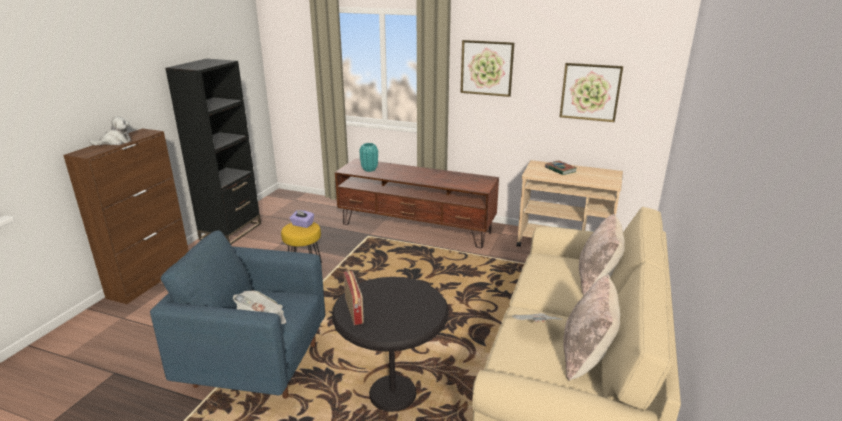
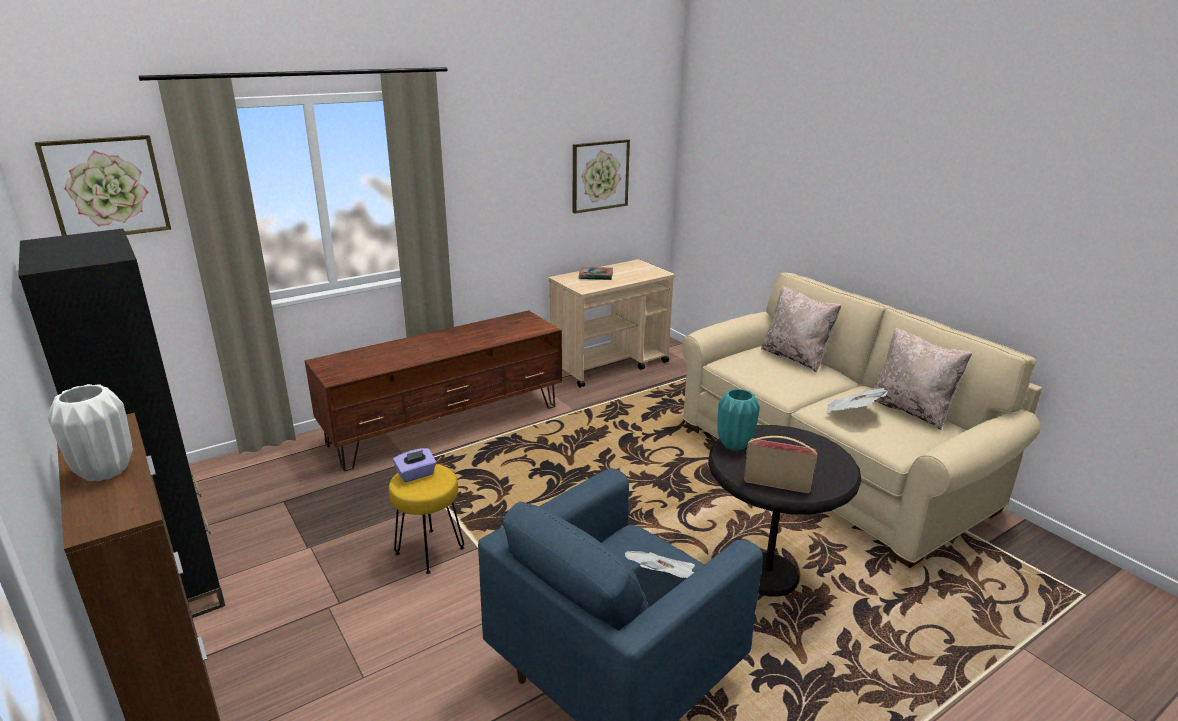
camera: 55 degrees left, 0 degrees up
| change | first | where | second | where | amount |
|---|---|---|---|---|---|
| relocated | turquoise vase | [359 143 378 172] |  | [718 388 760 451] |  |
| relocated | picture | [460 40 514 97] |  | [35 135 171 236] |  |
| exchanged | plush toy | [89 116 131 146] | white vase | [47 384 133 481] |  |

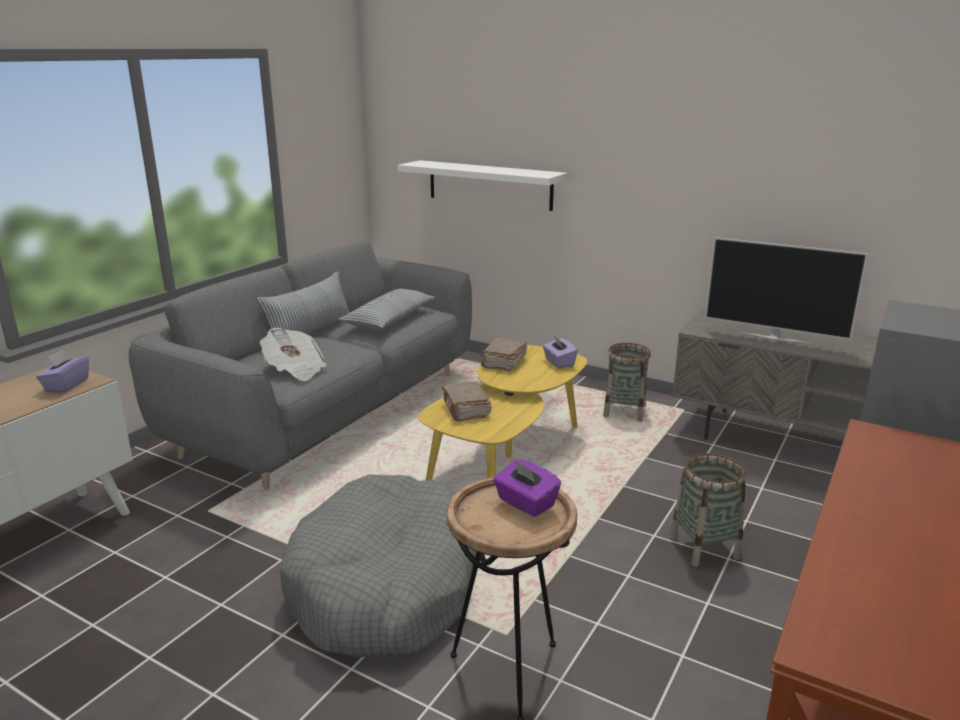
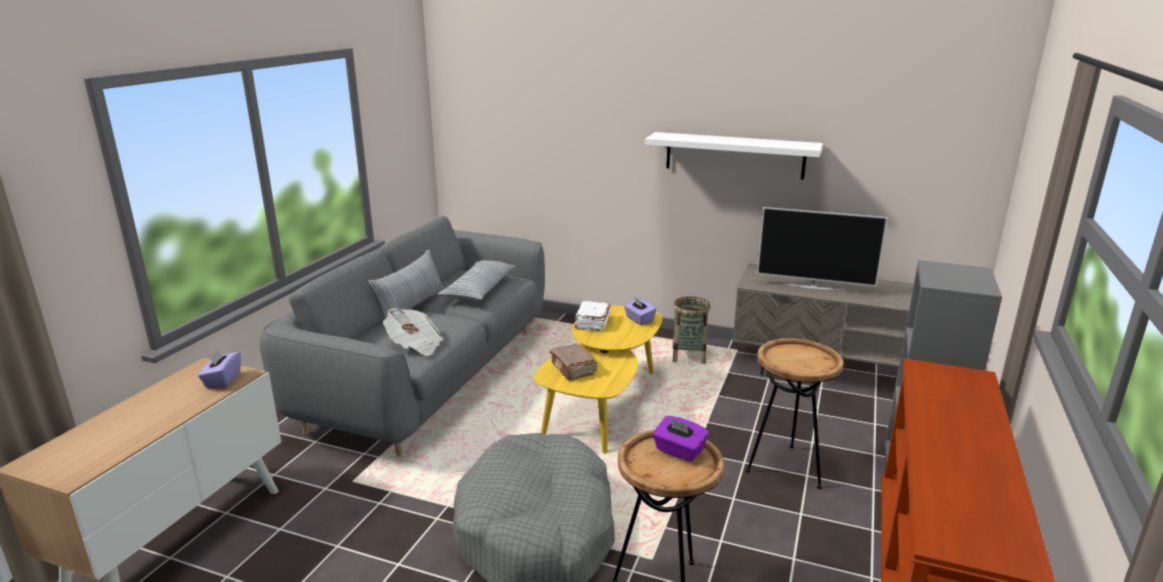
camera: 10 degrees left, 0 degrees up
| change | first | where | second | where | amount |
|---|---|---|---|---|---|
| relocated | white shelf | [398 160 567 211] |  | [645 132 823 180] |  |
| exchanged | basket | [670 453 746 567] | brown side table | [746 338 844 489] |  |
| colour | brown book | [481 337 528 372] | white book | [575 301 611 331] |  |

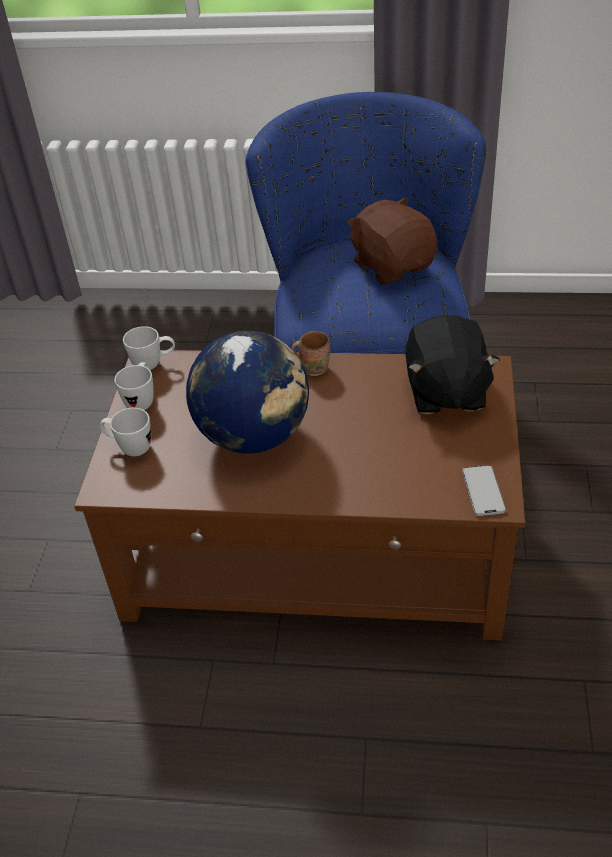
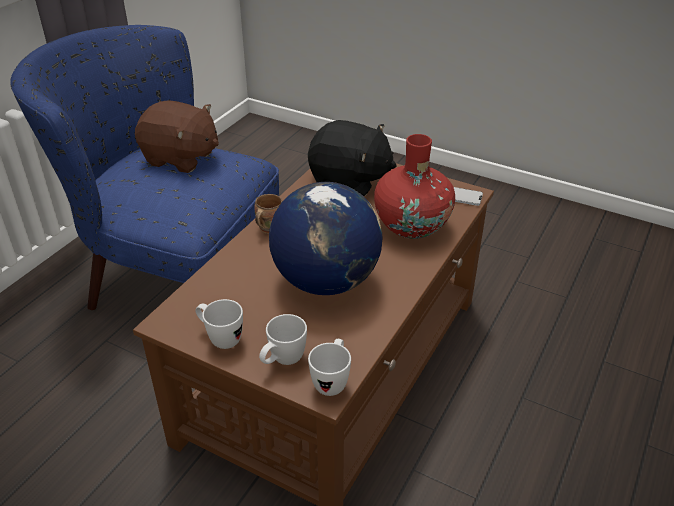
camera: 70 degrees left, 5 degrees down
| change | first | where | second | where | amount |
|---|---|---|---|---|---|
| appeared |  |  | red vase | [374 134 455 239] |  |
| relocated | white mug | [123 326 175 370] |  | [308 339 351 396] |  |
| spun | brown plush toy | [347 197 438 285] |  | [135 100 219 173] | 150 degrees counterclockwise |

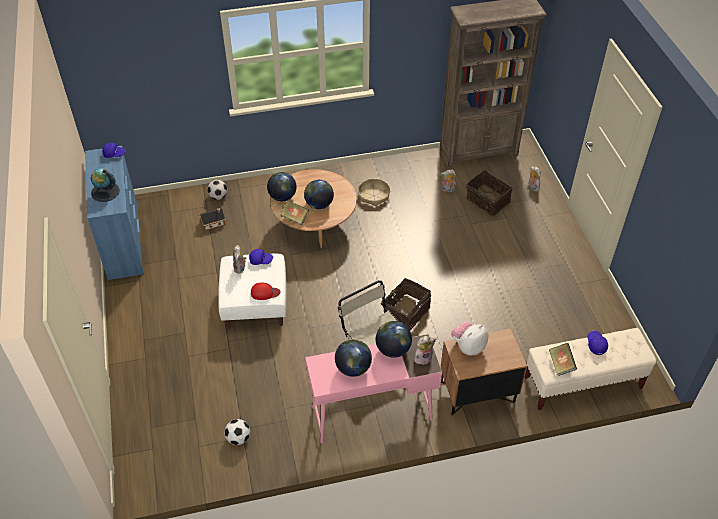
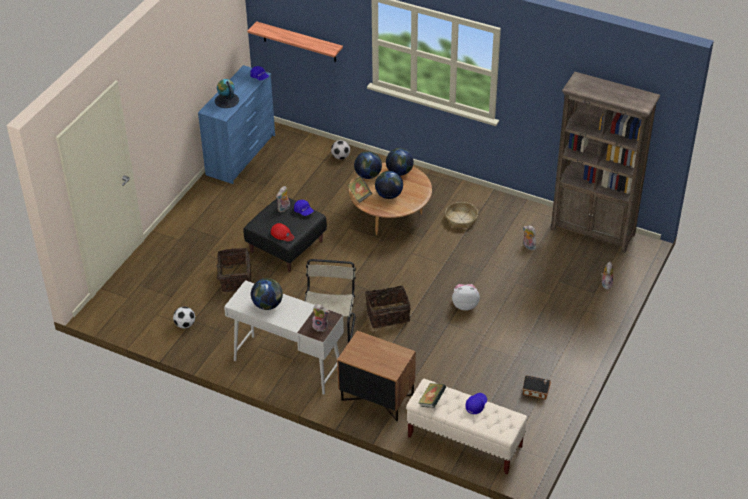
camera: 40 degrees right, 5 degrees down
| change | first | where | second | where | amount |
|---|---|---|---|---|---|
| appeared |  |  | shelf | [247 21 343 62] |  |
| relocated | toy house | [199 208 225 231] |  | [523 375 551 399] |  |
| relocated | globe | [376 321 412 358] |  | [386 148 414 176] |  |
| relocated | plush toy | [451 321 488 355] |  | [452 284 480 311] |  |
| relocated | basket | [466 170 512 216] |  | [210 248 252 292] |  |
| colour | white ottoman | [218 254 287 329] | black ottoman | [243 198 327 272] |  |
| colour | pink desk | [305 334 442 443] | white desk | [224 280 344 395] |  |

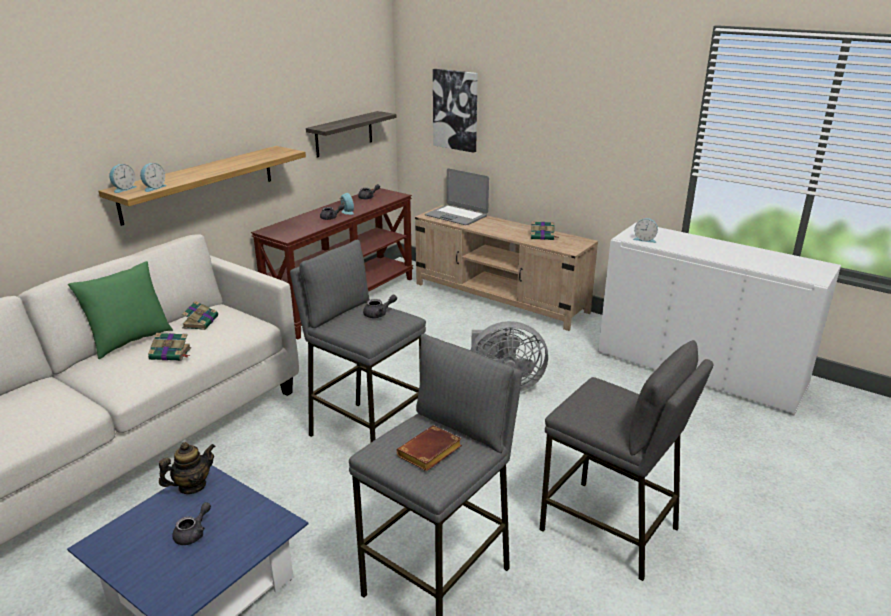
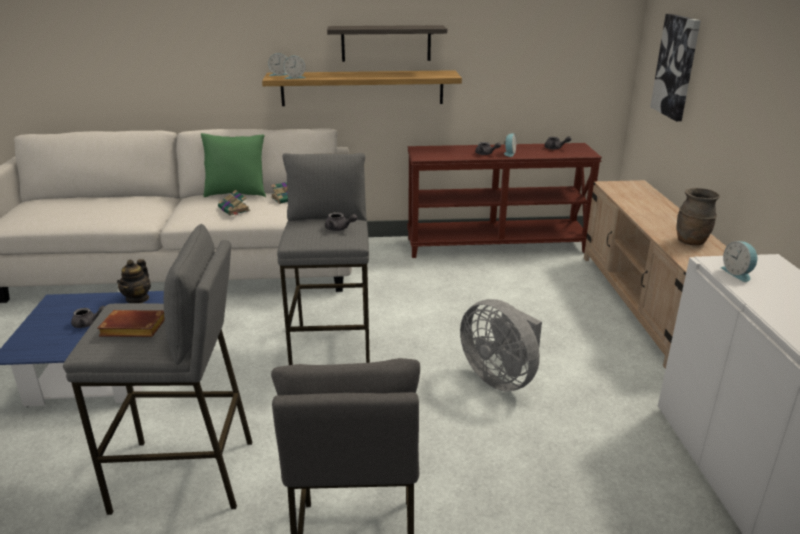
camera: 50 degrees right, 0 degrees up
| change | first | where | second | where | amount |
|---|---|---|---|---|---|
| missing | laptop | [425 168 489 225] |  |  |  |
| relocated | shelf | [306 111 396 158] |  | [327 25 447 62] |  |
| exchanged | book | [531 221 558 240] | brown vase | [676 188 720 245] |  |
| spun | teapot | [159 442 216 494] |  | [117 259 151 303] | 90 degrees clockwise |

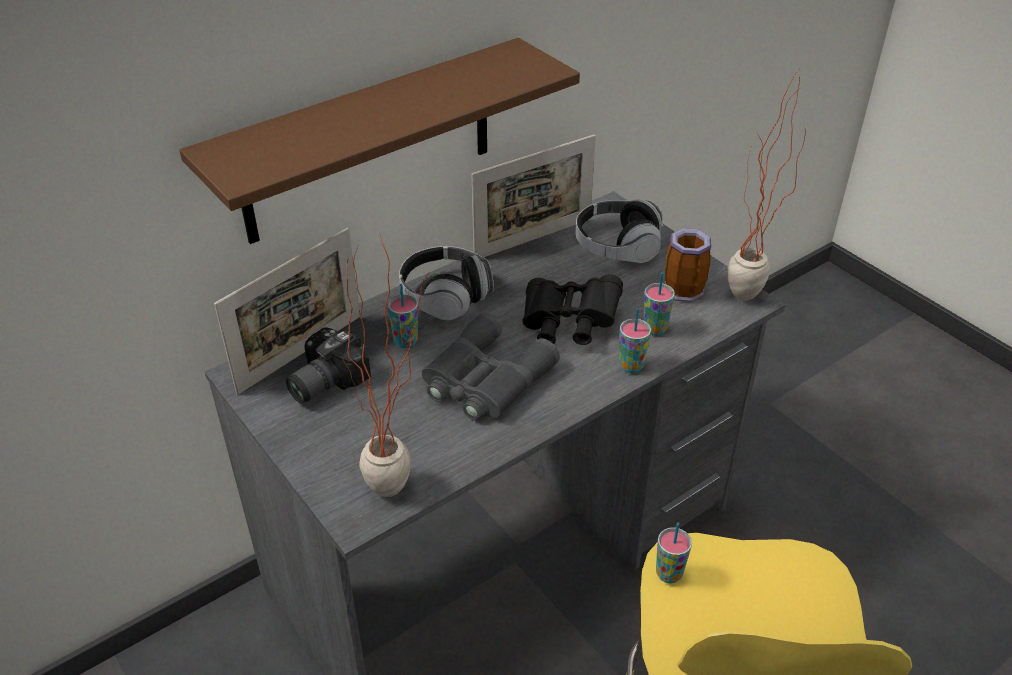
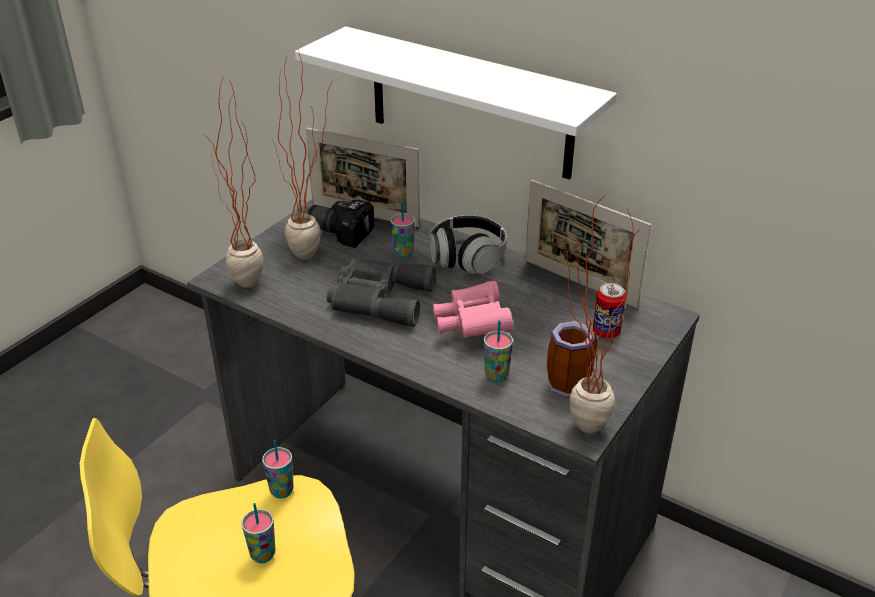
camera: 70 degrees right, 5 degrees down
| change | first | where | second | where | amount |
|---|---|---|---|---|---|
| appeared |  |  | potted plant | [271 47 333 260] |  |
| relocated | cup | [619 308 651 373] |  | [241 503 275 563] |  |
| exchanged | headphones | [575 199 664 263] | can | [593 283 625 339] |  |
| colour | brown shelf | [179 38 580 244] | white shelf | [295 26 617 180] |  |
| colour | black binoculars | [522 274 623 345] | pink binoculars | [432 281 513 338] |  |

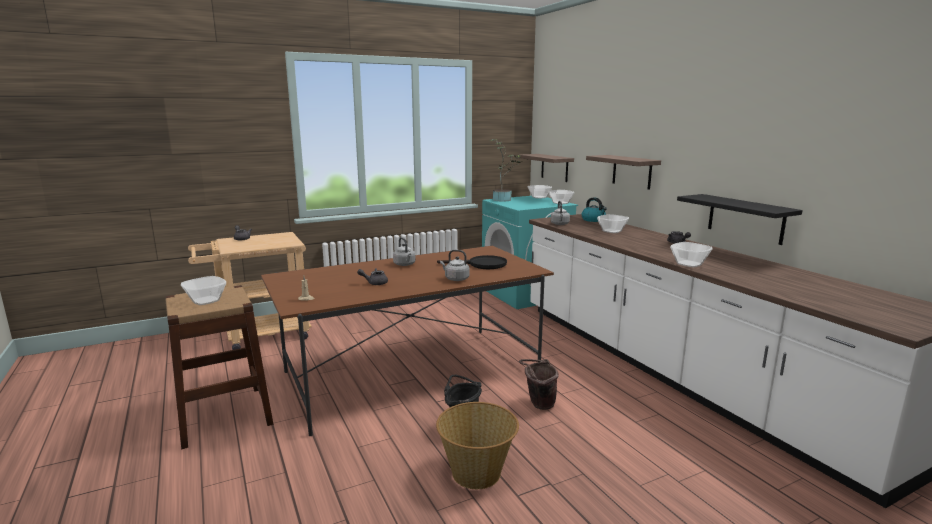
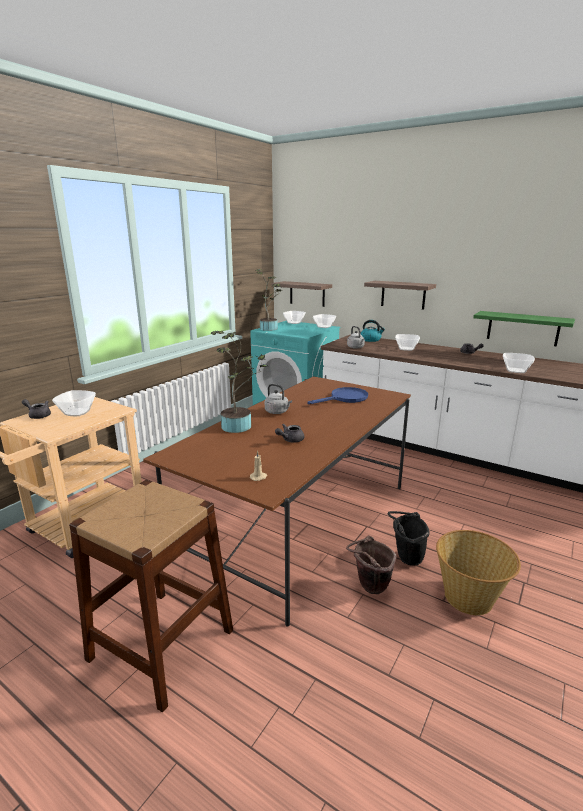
camera: 30 degrees left, 5 degrees up
| change | first | where | second | where | amount |
|---|---|---|---|---|---|
| missing | grey kettle | [440 250 469 281] |  |  |  |
| appeared |  |  | potted plant | [211 331 267 433] |  |
| relocated | bowl | [181 276 226 305] |  | [52 390 96 416] |  |
| relocated | brown bucket | [519 359 559 410] |  | [346 535 397 594] |  |
| colour | black frying pan | [437 255 507 269] | blue frying pan | [307 387 368 404] |  |
| colour | black shelf | [677 194 803 245] | green shelf | [473 311 575 347] |  |

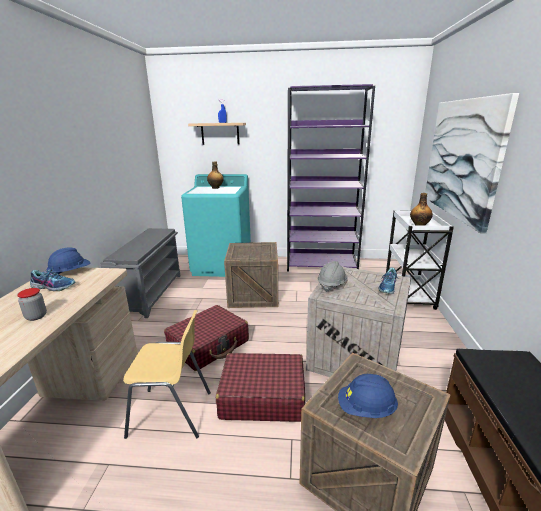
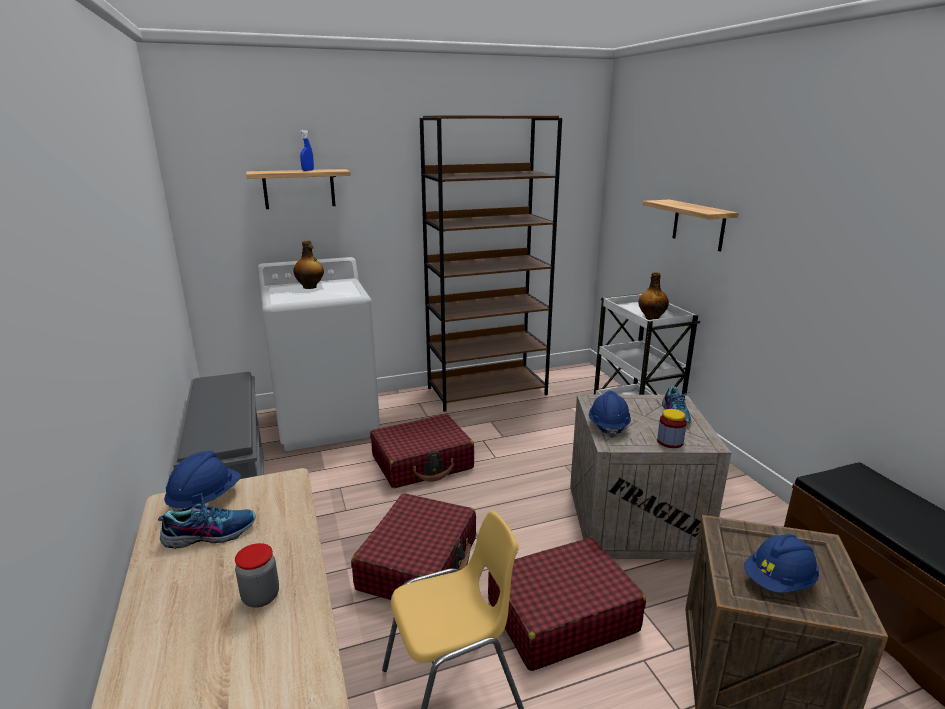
camera: 25 degrees left, 0 degrees up
| change | first | where | second | where | amount |
|---|---|---|---|---|---|
| appeared |  |  | jar | [657 409 687 448] |  |
| exchanged | crate | [224 242 278 308] | red suitcase | [370 414 474 488] |  |
| exchanged | picture | [425 93 519 234] | shelf | [643 200 739 251] |  |
| colour | turquoise washing machine | [181 174 251 277] | white washing machine | [257 257 380 451] |  |
| colour | purple bookcase | [287 84 375 272] | brown bookcase | [420 115 562 412] |  |
| colour | grey hard hat | [318 261 347 292] | blue hard hat | [589 391 631 438] |  |

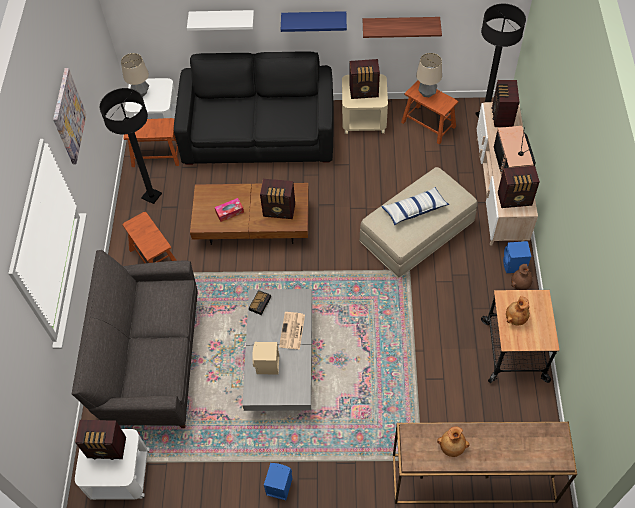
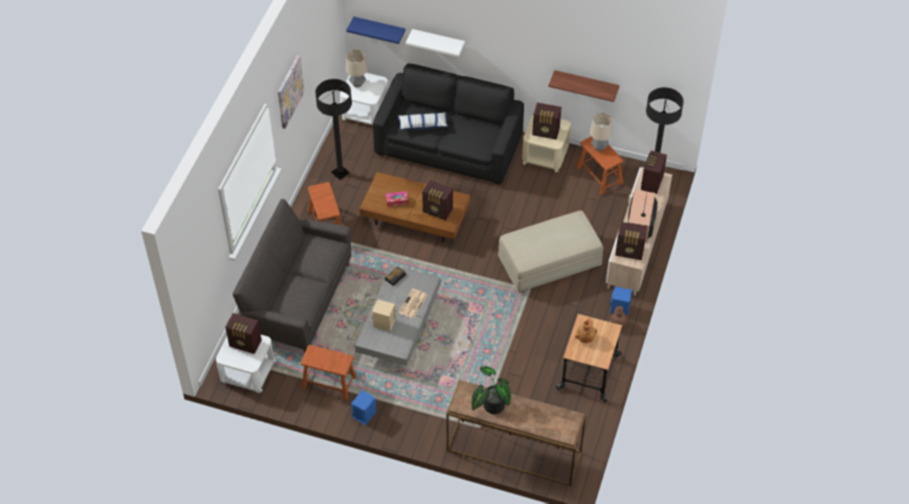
camera: 15 degrees right, 5 degrees down
| change | first | where | second | where | amount |
|---|---|---|---|---|---|
| relocated | brown stool | [123 118 179 167] |  | [300 345 356 400] |  |
| relocated | blue shelf | [281 11 347 32] |  | [346 17 406 44] |  |
| relocated | pillow | [381 187 449 225] |  | [398 112 448 130] |  |
| exchanged | brown vase | [437 426 469 457] | potted plant | [472 366 511 414] |  |

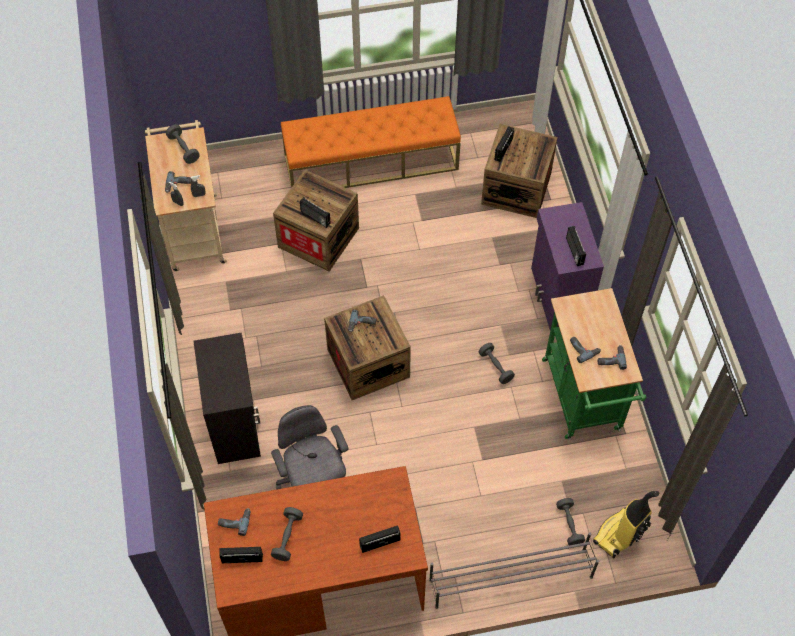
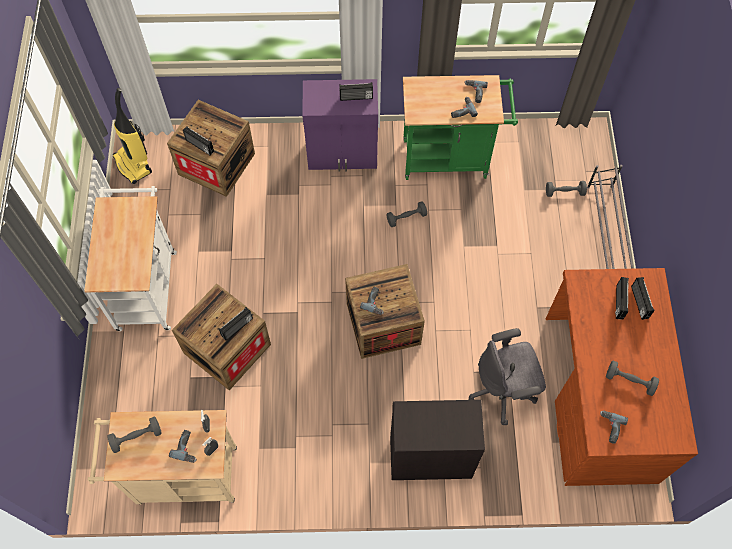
camera: 80 degrees left, 5 degrees up
| change | first | where | second | where | amount |
|---|---|---|---|---|---|
| relocated | radio | [219 547 263 563] |  | [615 277 629 320] |  |
| relocated | vacuum cleaner | [593 491 659 559] |  | [113 88 152 184] |  |
| exchanged | orange bench | [281 96 461 188] | white cart | [84 186 177 331] |  |

